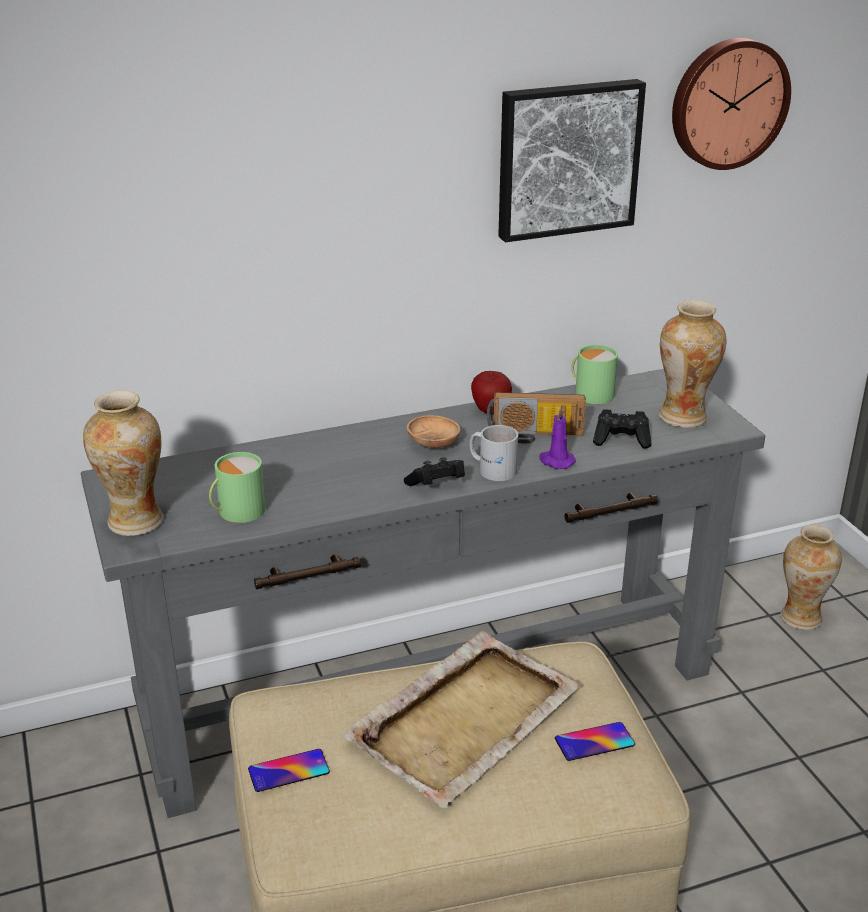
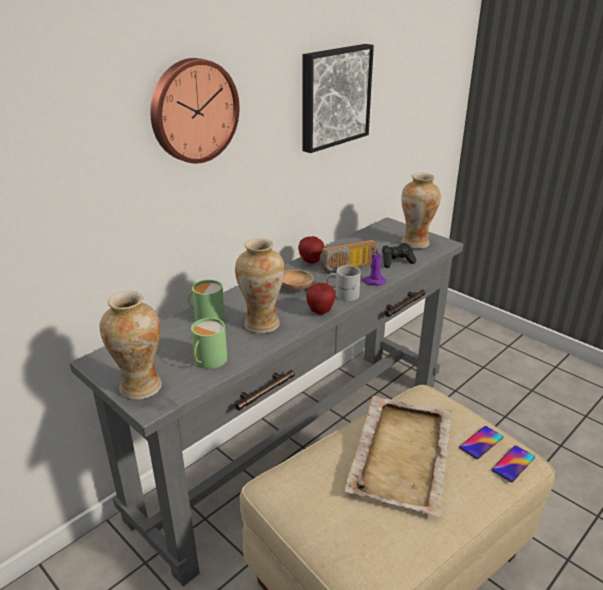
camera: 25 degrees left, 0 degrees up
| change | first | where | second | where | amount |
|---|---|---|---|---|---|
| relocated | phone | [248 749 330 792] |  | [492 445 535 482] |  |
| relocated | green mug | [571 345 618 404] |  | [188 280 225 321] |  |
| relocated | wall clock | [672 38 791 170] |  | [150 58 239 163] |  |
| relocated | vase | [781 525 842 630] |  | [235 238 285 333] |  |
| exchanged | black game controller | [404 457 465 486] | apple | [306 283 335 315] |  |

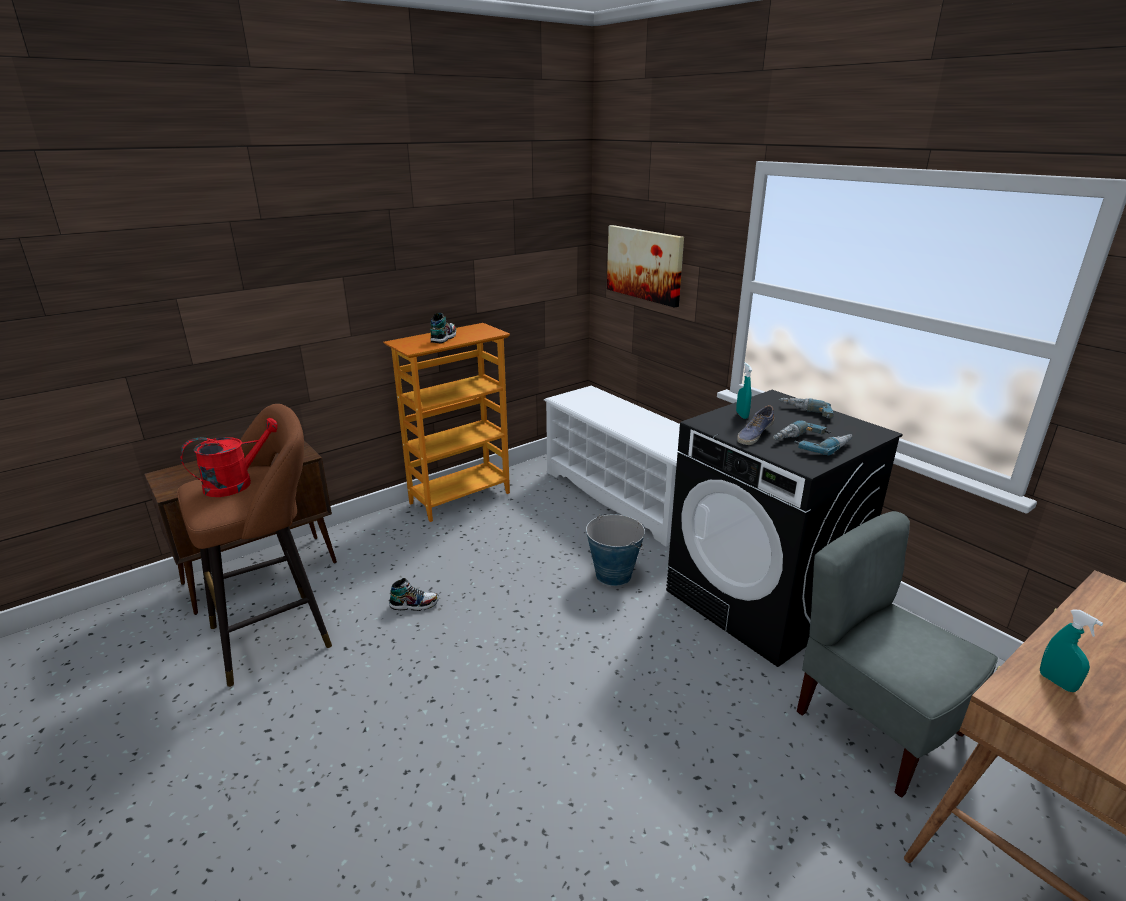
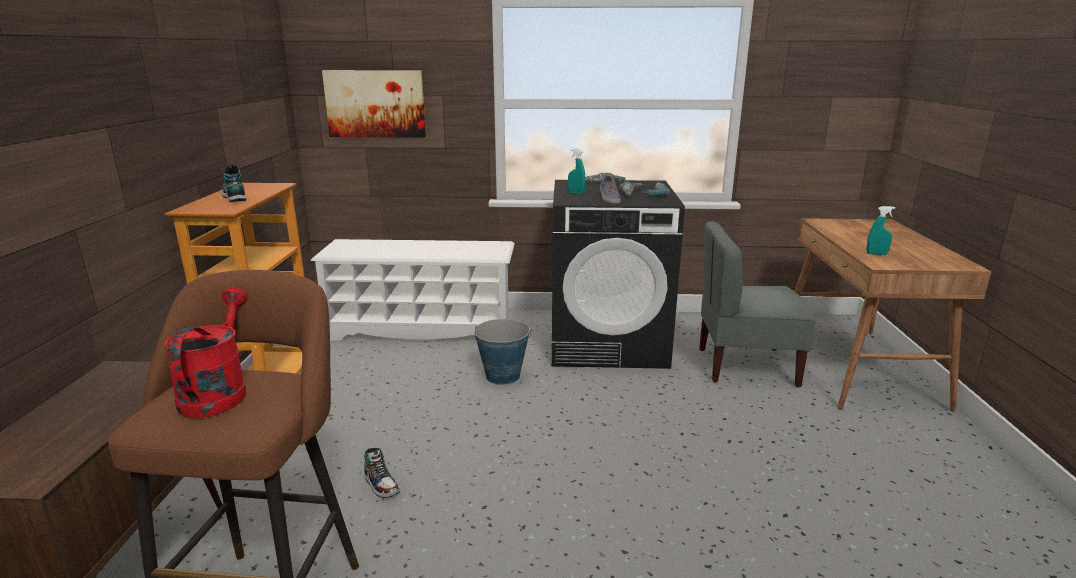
camera: 50 degrees left, 5 degrees down
| change | first | where | second | where | amount |
|---|---|---|---|---|---|
| spun | shoe | [389 578 439 611] |  | [364 448 400 498] | 105 degrees clockwise |

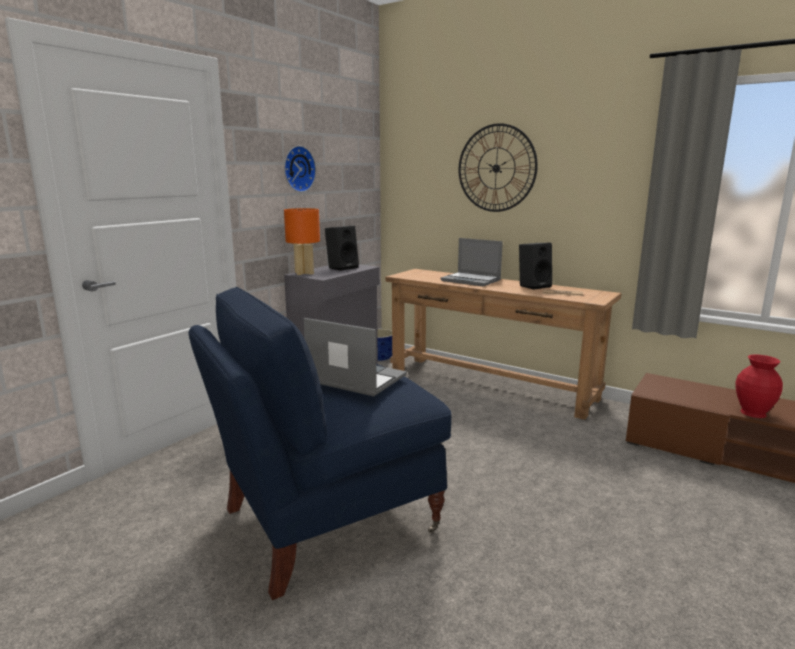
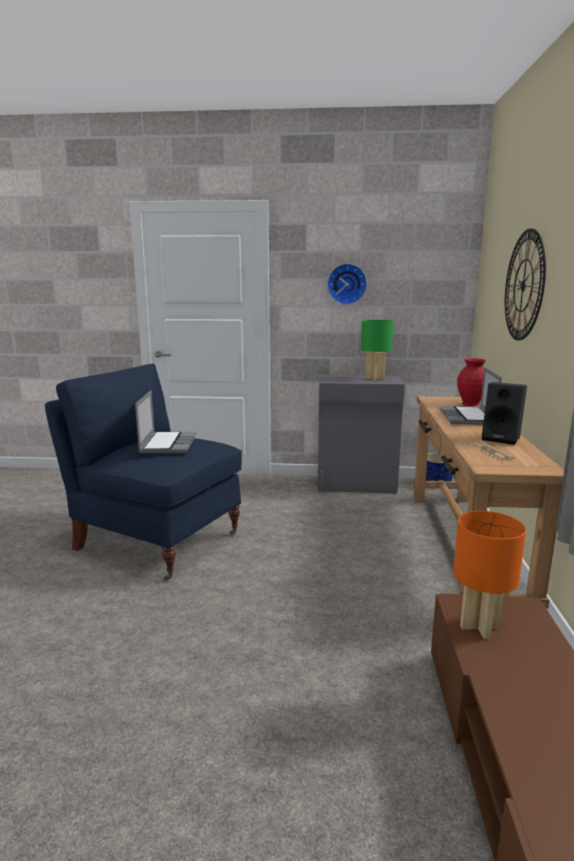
camera: 60 degrees right, 0 degrees up
| change | first | where | second | where | amount |
|---|---|---|---|---|---|
| relocated | orange table lamp | [284 208 320 275] |  | [453 511 526 639] |  |
| relocated | red vase | [735 354 783 418] |  | [457 358 486 406] |  |
| exchanged | black speaker | [325 226 359 271] | green table lamp | [361 320 393 381] |  |

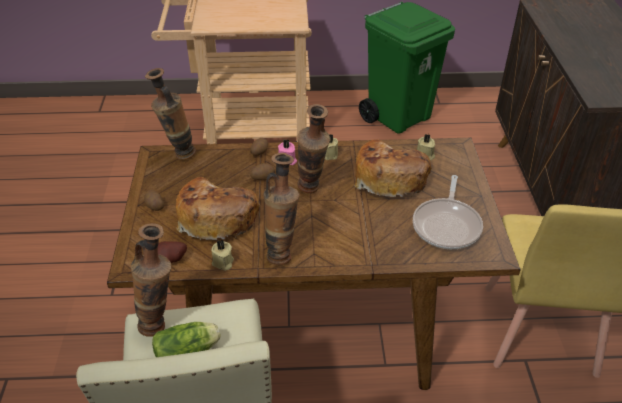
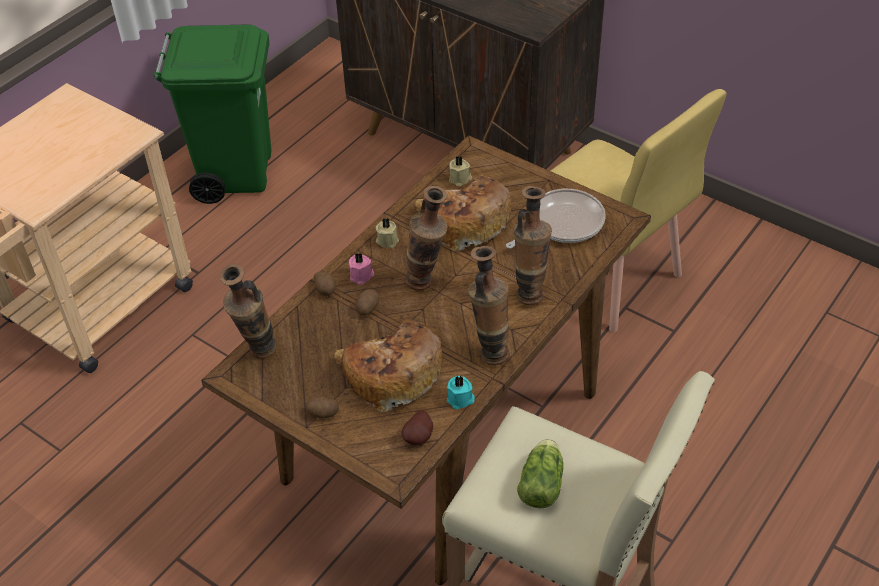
camera: 50 degrees left, 5 degrees up
| change | first | where | second | where | amount |
|---|---|---|---|---|---|
| relocated | vase | [131 223 171 337] |  | [513 186 552 305] |  |
| colour | beige candle | [211 240 234 271] | turquoise candle | [447 376 475 409] |  |
| spun | frying pan | [413 175 483 249] |  | [506 189 606 249] | 90 degrees counterclockwise |

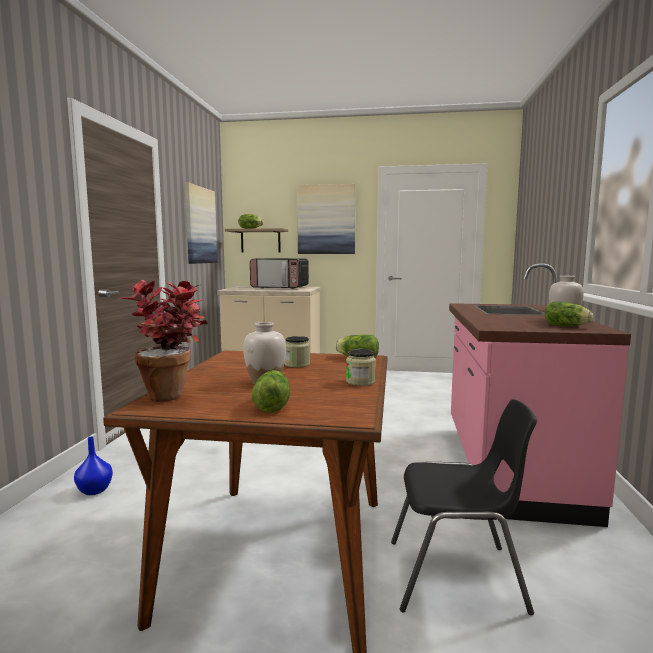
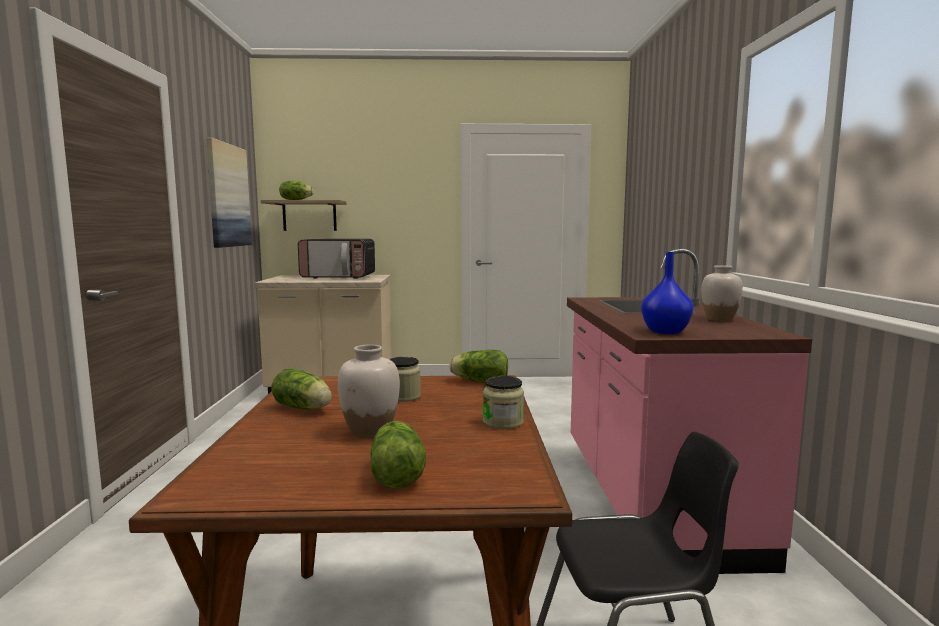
camera: 10 degrees left, 0 degrees up
| change | first | where | second | where | amount |
|---|---|---|---|---|---|
| missing | potted plant | [119 280 208 402] |  |  |  |
| missing | picture | [297 184 356 254] |  |  |  |
| relocated | blue vase | [74 437 113 495] |  | [641 252 693 334] |  |
| relocated | lettuce | [545 302 593 326] |  | [272 368 332 410] |  |

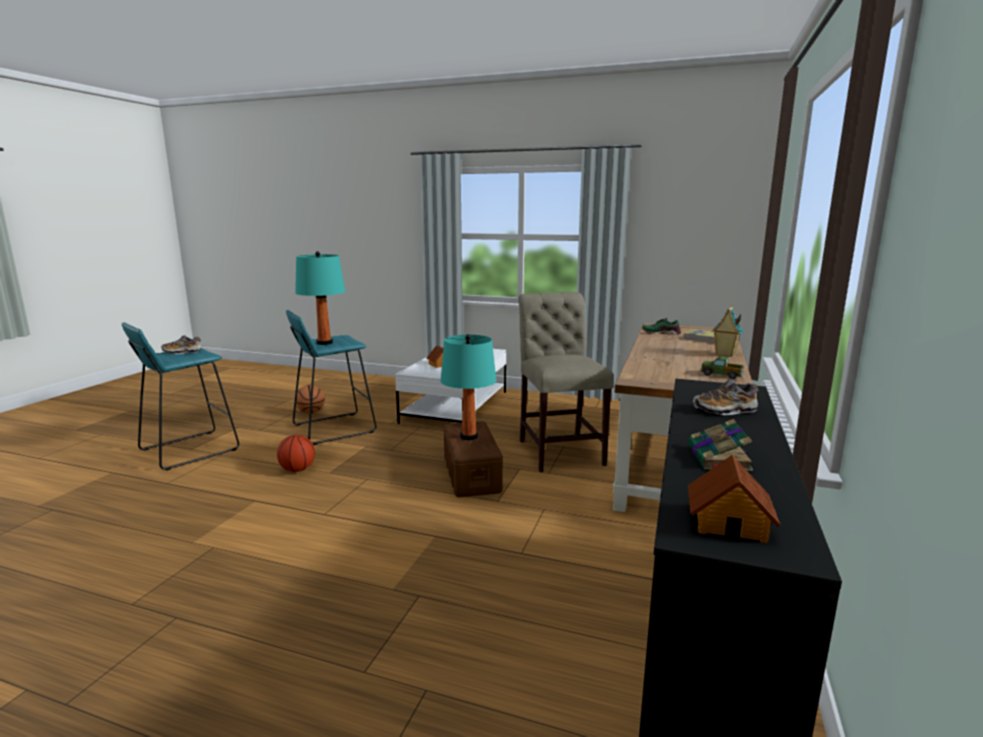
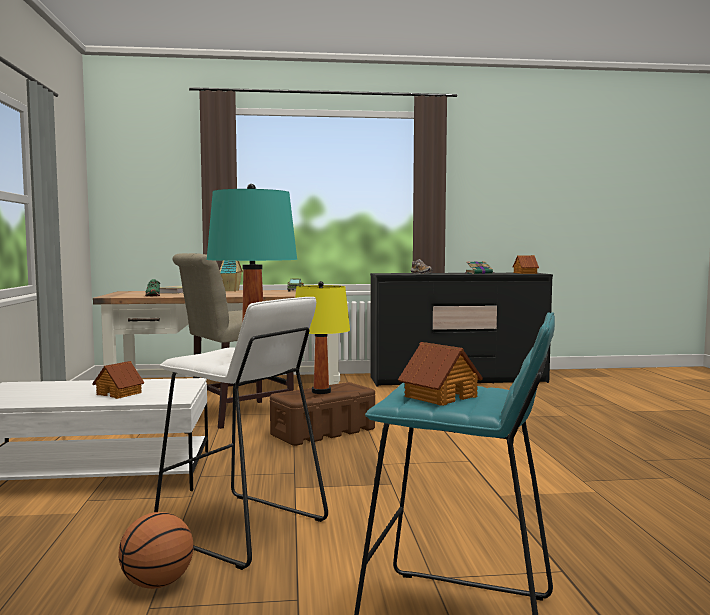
camera: 115 degrees left, 10 degrees down
| change | first | where | second | where | amount |
|---|---|---|---|---|---|
| missing | basketball | [277 435 315 472] |  |  |  |
| exchanged | shoe | [161 335 202 354] | toy house | [398 342 483 406] |  |
| colour | turquoise stool | [286 310 377 445] | white stool | [154 297 328 570] |  |
| colour | turquoise table lamp | [440 334 497 440] | yellow table lamp | [295 281 350 394] |  |

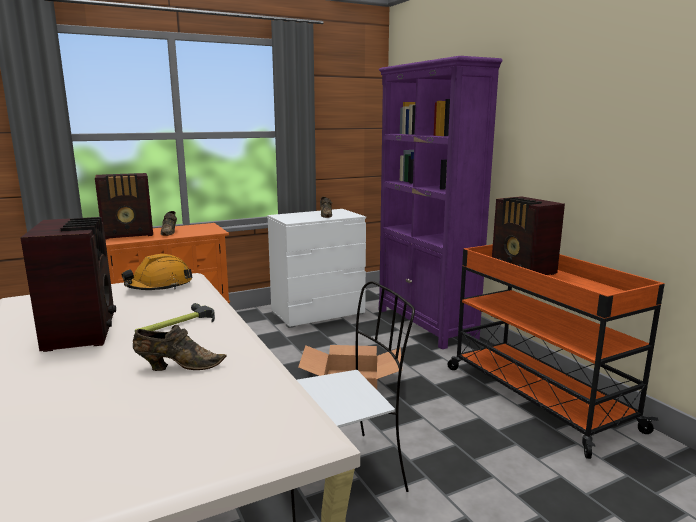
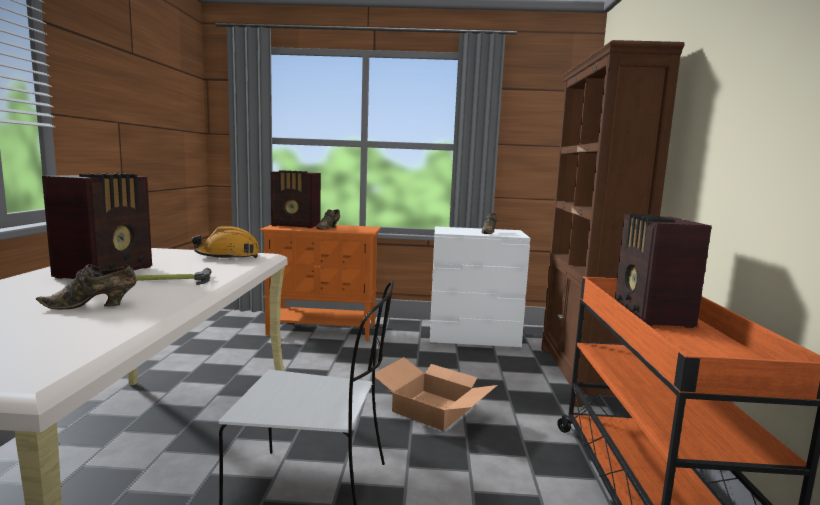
camera: 30 degrees right, 5 degrees down
| change | first | where | second | where | amount |
|---|---|---|---|---|---|
| colour | purple bookcase | [379 56 502 349] | brown bookcase | [541 40 684 407] |  |
| spun | brown shoe | [133 325 226 371] |  | [36 264 137 309] | 135 degrees clockwise |

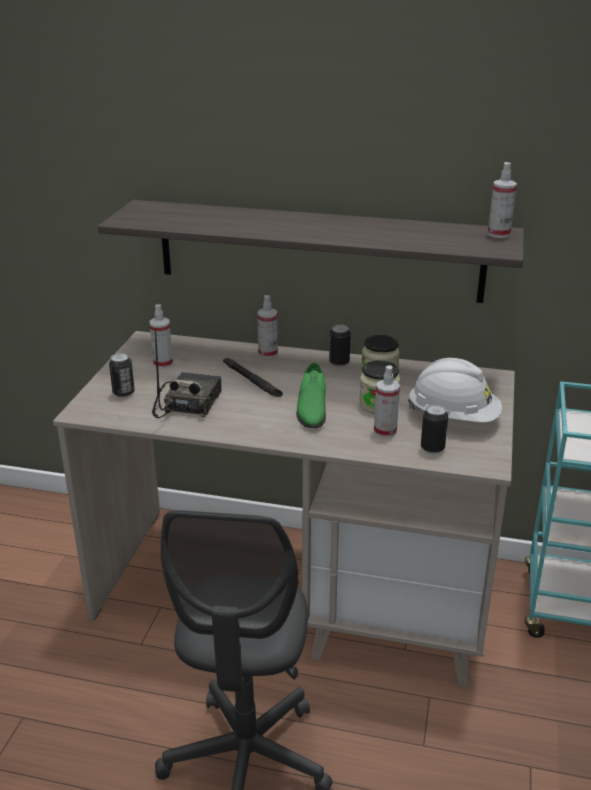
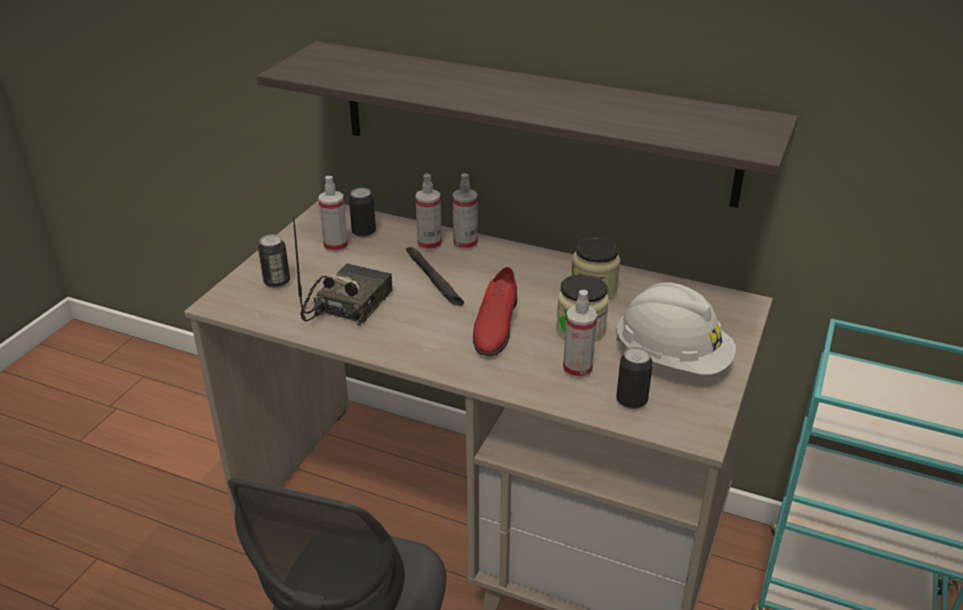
camera: 10 degrees right, 5 degrees up
| change | first | where | second | where | amount |
|---|---|---|---|---|---|
| relocated | can | [329 325 351 366] |  | [349 188 376 238] |  |
| relocated | spray bottle | [488 162 517 238] |  | [415 174 442 251] |  |
| colour | green shoe | [296 363 326 428] | red shoe | [473 267 517 356] |  |

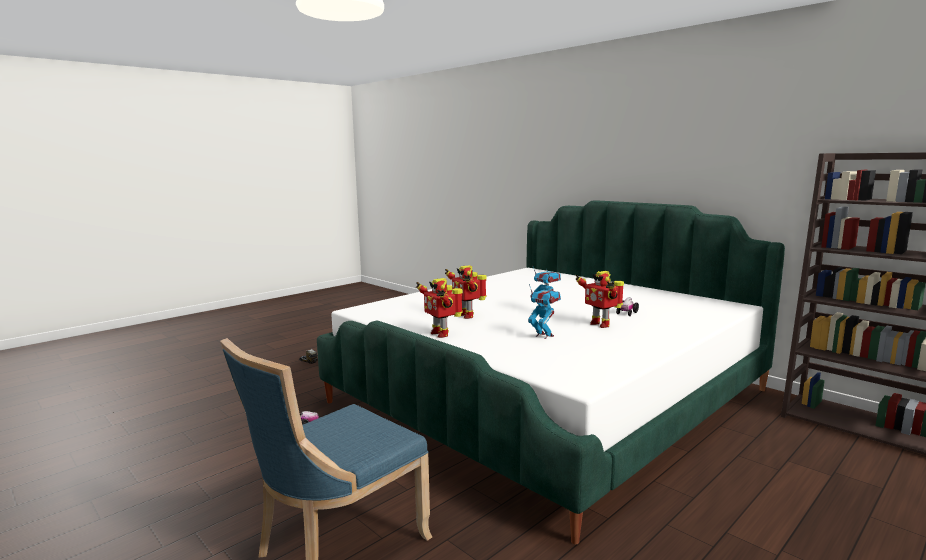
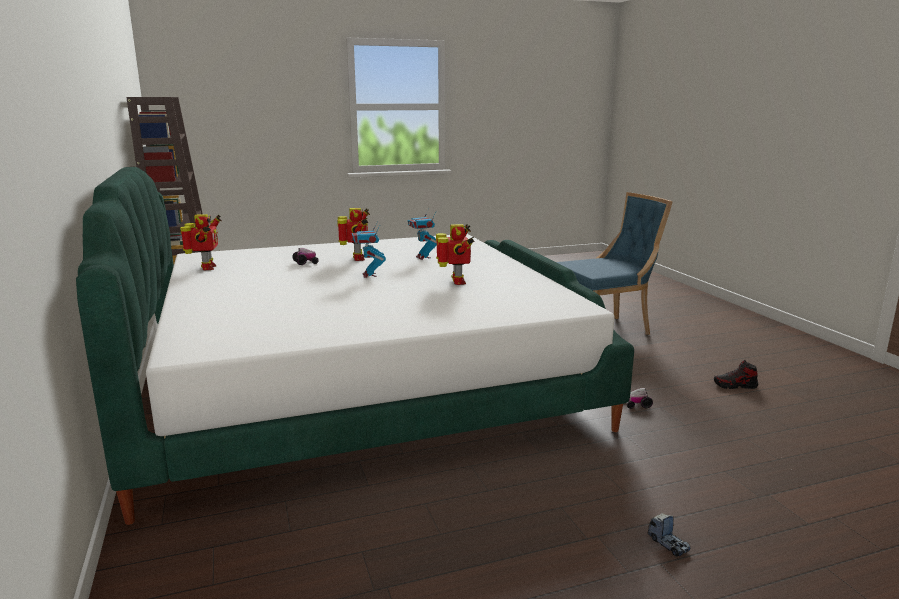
camera: 155 degrees left, 5 degrees up
| change | first | where | second | where | amount |
|---|---|---|---|---|---|
| appeared |  |  | shoe | [714 360 758 389] |  |
| relocated | toy robot | [416 278 463 338] |  | [180 214 221 270] |  |

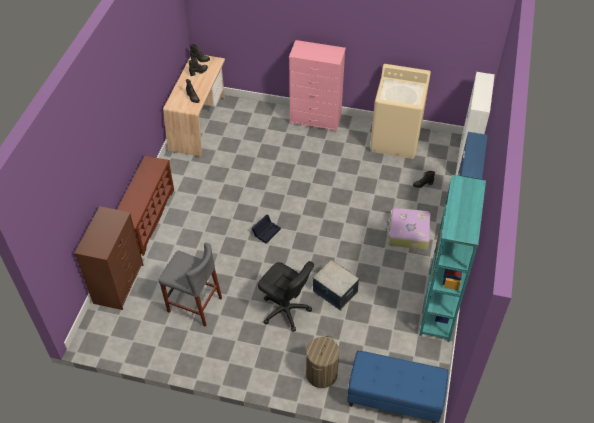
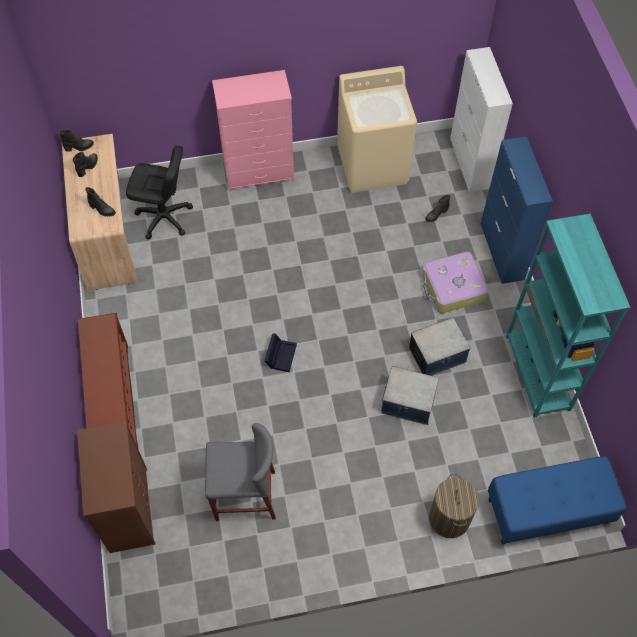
camera: 25 degrees left, 10 degrees up
| change | first | where | second | where | amount |
|---|---|---|---|---|---|
| appeared |  |  | storage box | [409 318 470 376] |  |
| relocated | black office chair | [258 261 314 332] |  | [126 146 193 239] |  |

